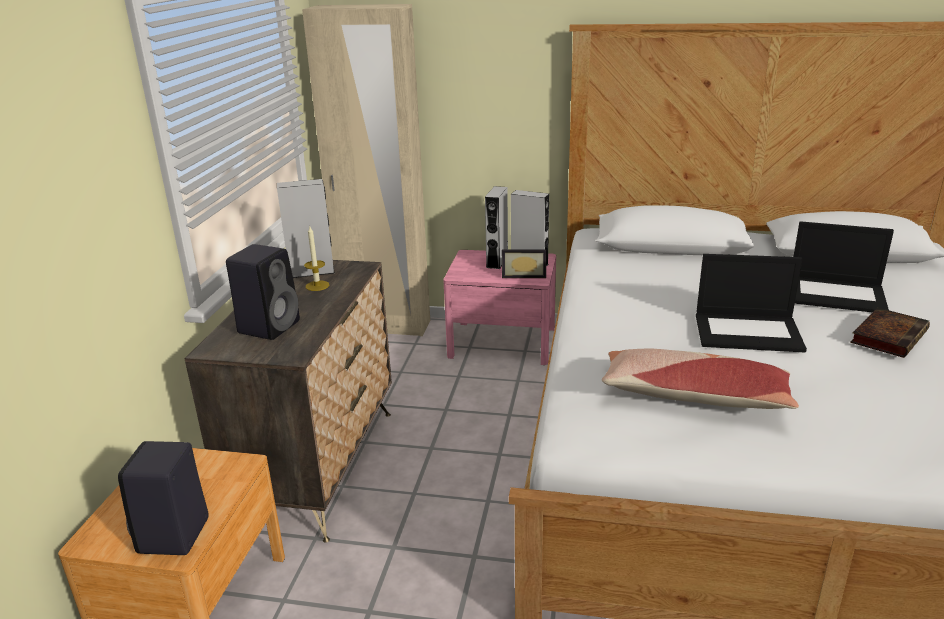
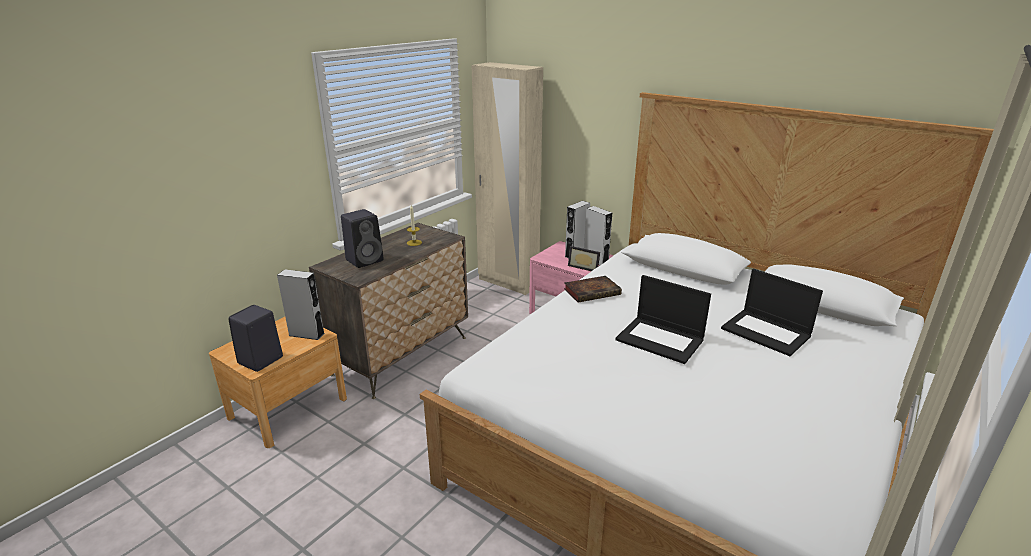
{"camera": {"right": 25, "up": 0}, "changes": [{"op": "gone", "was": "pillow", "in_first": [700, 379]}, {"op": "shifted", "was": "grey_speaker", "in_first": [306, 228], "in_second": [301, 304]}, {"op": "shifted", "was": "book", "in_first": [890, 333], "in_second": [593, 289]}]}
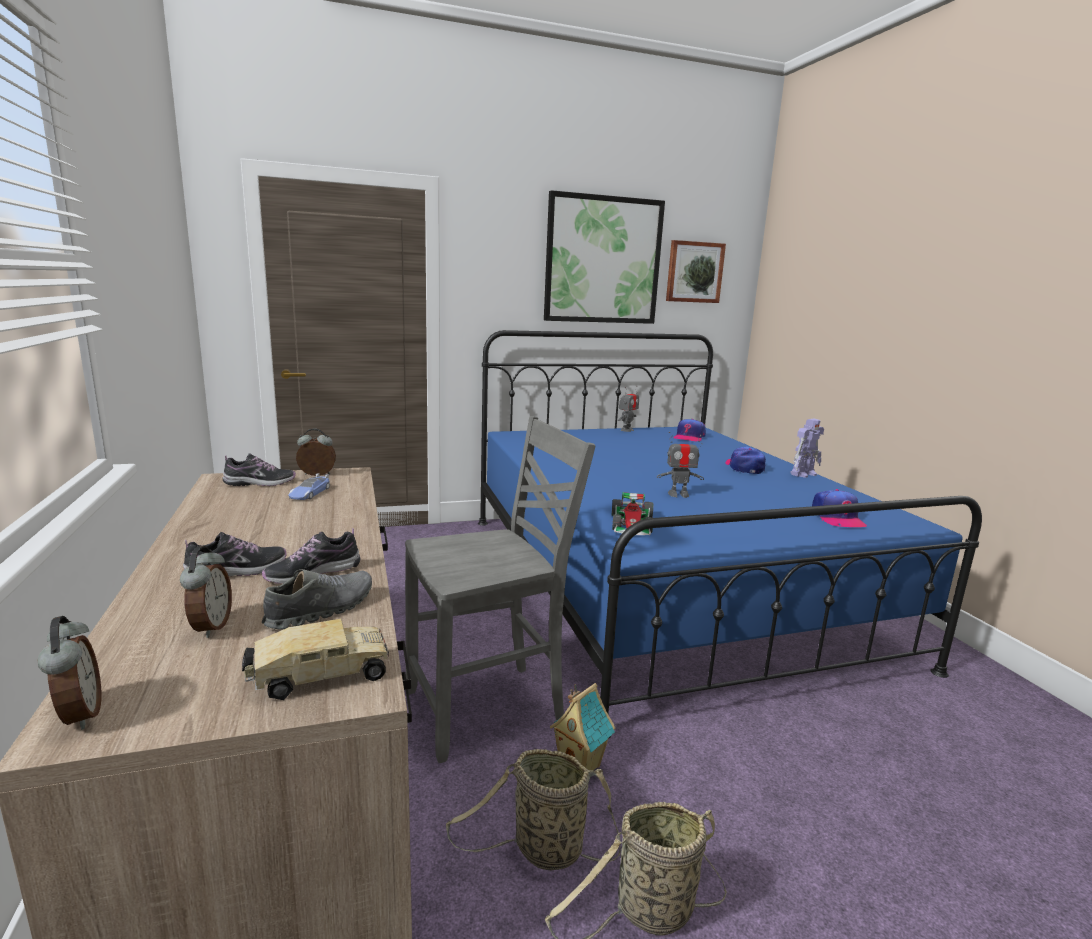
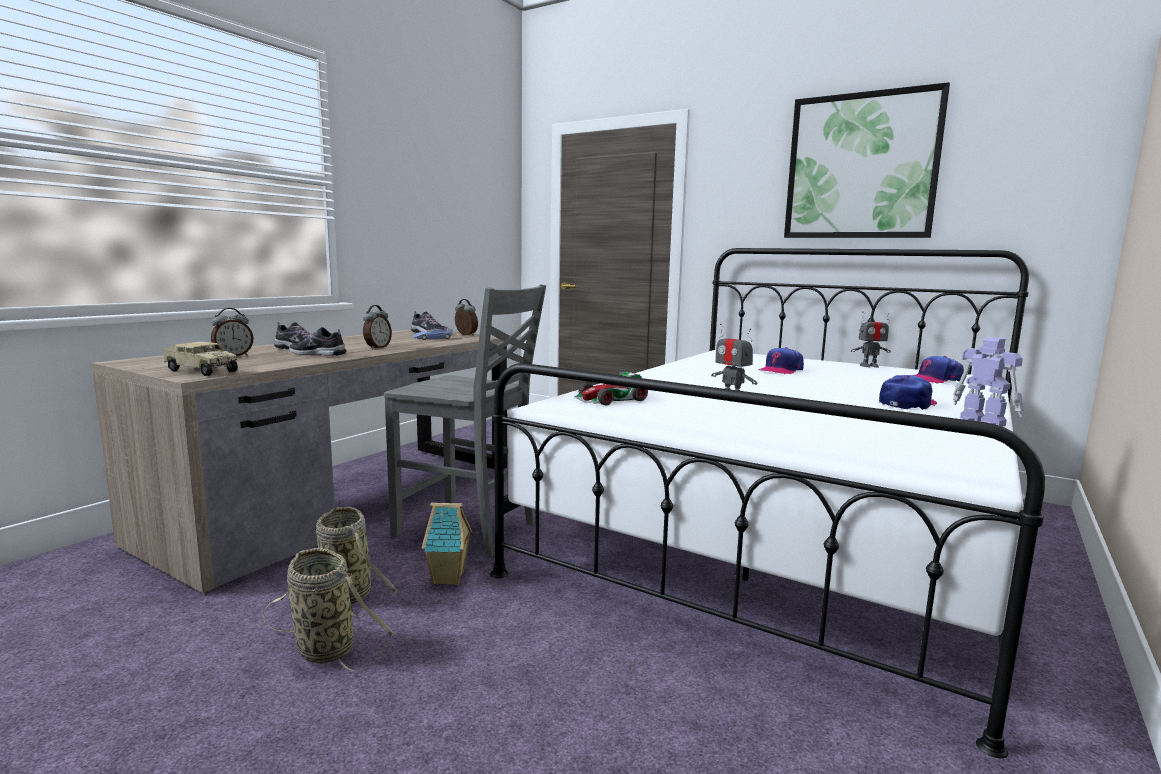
{"camera": {"right": 50, "up": -5}, "changes": [{"op": "gone", "was": "grey_shoe", "in_first": [317, 599]}, {"op": "gone", "was": "picture", "in_first": [696, 271]}, {"op": "shifted", "was": "alarm_clock", "in_first": [69, 673], "in_second": [377, 327]}, {"op": "shifted", "was": "cap", "in_first": [839, 508], "in_second": [781, 360]}, {"op": "repainted", "was": "blue_bed", "now": "white_bed", "in_first": [730, 534], "in_second": [767, 503]}, {"op": "rotated", "was": "toy_robot", "in_first": [807, 448], "in_second": [988, 381], "clockwise": -135}]}
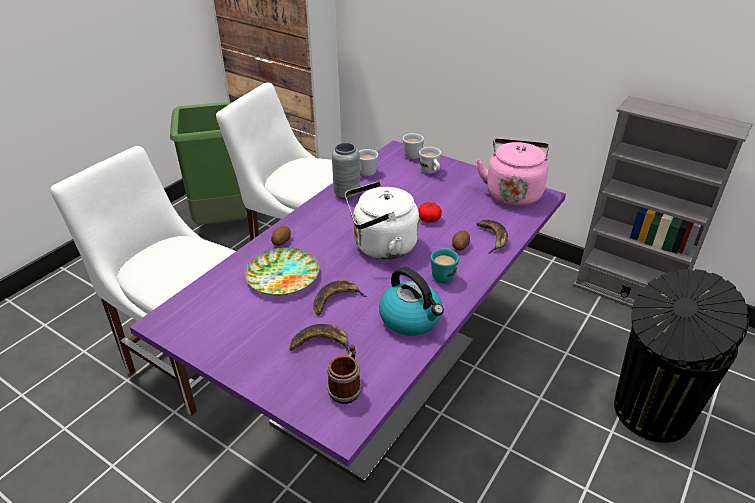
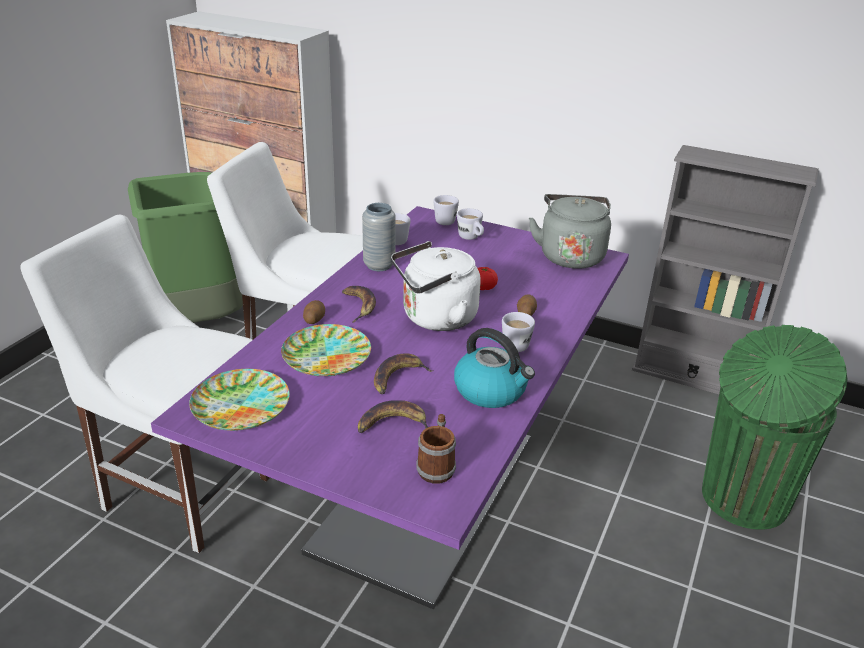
{"camera": {"right": -10, "up": -5}, "changes": [{"op": "new", "now": "plate", "in_second": [239, 400]}, {"op": "shifted", "was": "banana", "in_first": [492, 237], "in_second": [359, 304]}, {"op": "repainted", "was": "turquoise_mug", "now": "white_mug", "in_first": [445, 265], "in_second": [518, 332]}, {"op": "repainted", "was": "pink_kettle", "now": "grey_kettle", "in_first": [512, 172], "in_second": [570, 231]}, {"op": "repainted", "was": "black_trash_can", "now": "green_trash_can", "in_first": [681, 356], "in_second": [774, 427]}]}
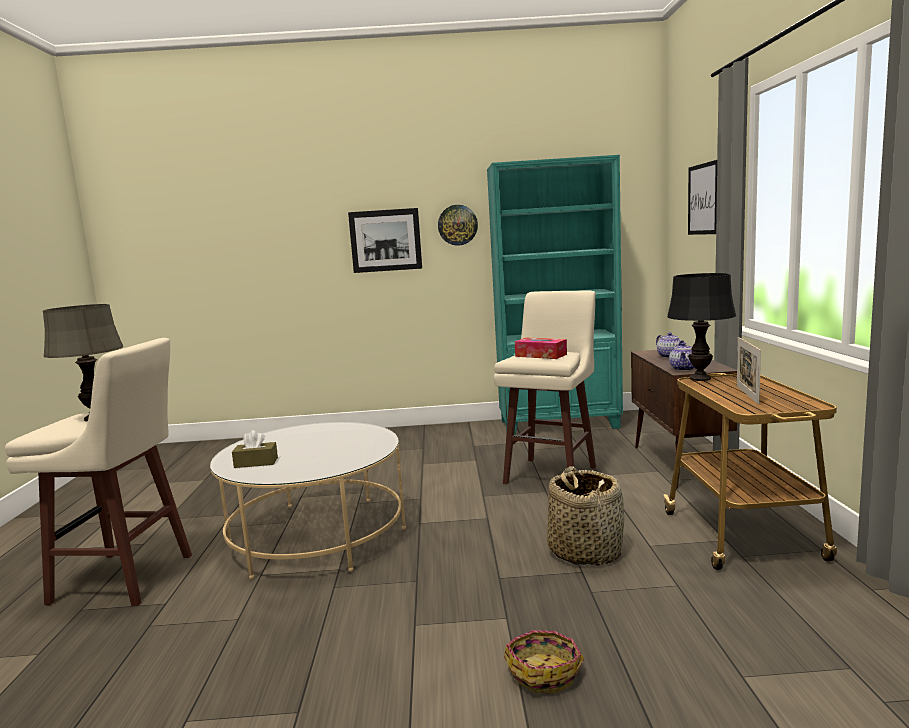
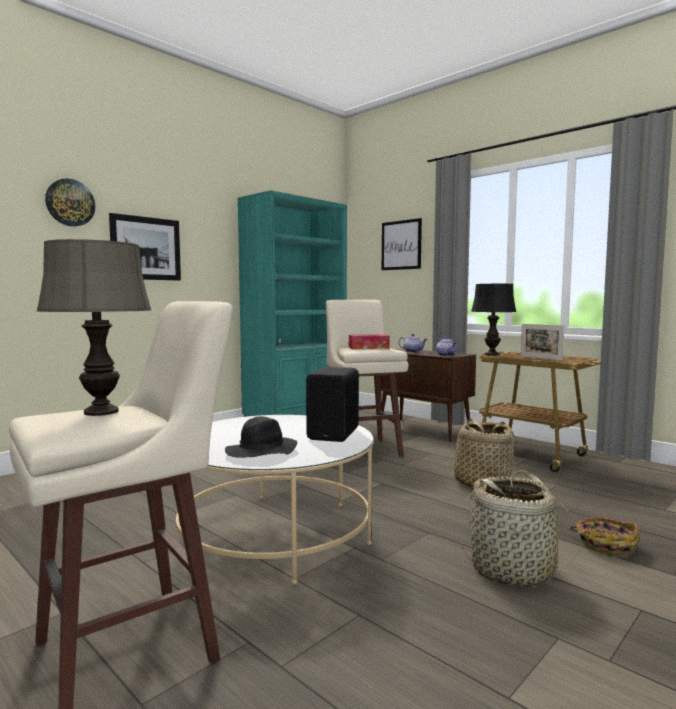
{"camera": {"right": -45, "up": -5}, "changes": [{"op": "new", "now": "black_speaker", "in_second": [332, 404]}, {"op": "new", "now": "basket", "in_second": [520, 528]}, {"op": "shifted", "was": "wall_clock", "in_first": [458, 225], "in_second": [70, 203]}, {"op": "swapped", "was": "brown_tissue_box", "now": "black_hat", "in_first": [255, 449], "in_second": [261, 437]}]}
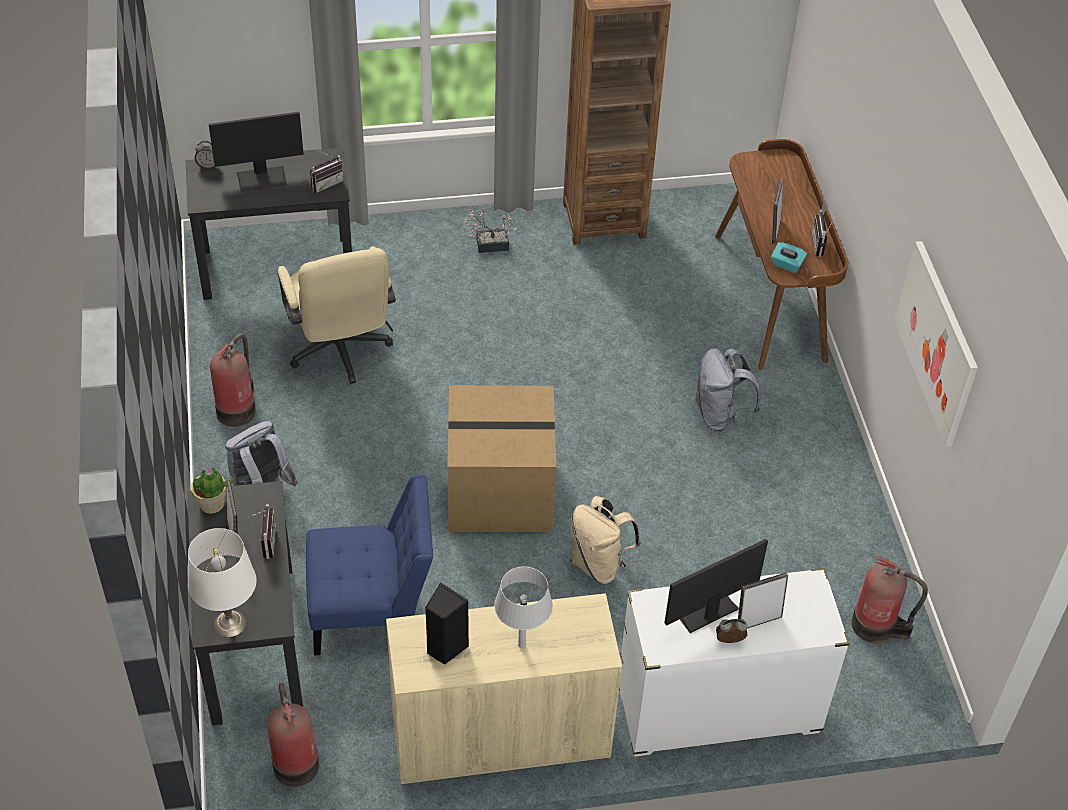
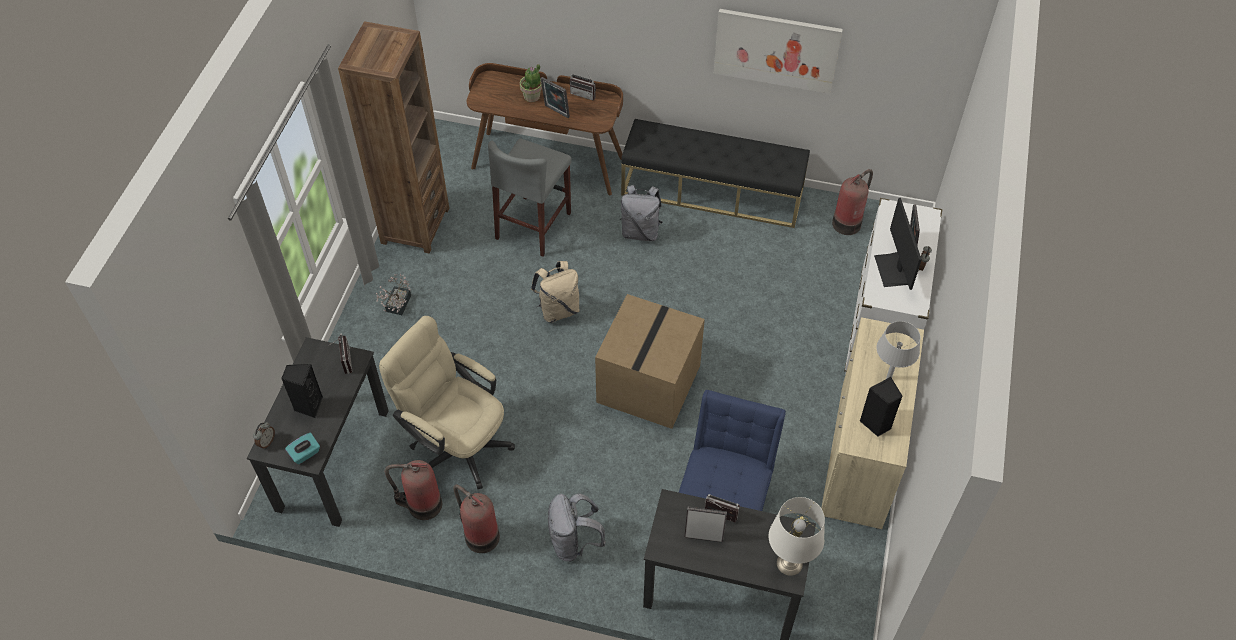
{"camera": {"right": -65, "up": 5}, "changes": [{"op": "new", "now": "grey_stool", "in_second": [530, 198]}, {"op": "new", "now": "black_bench", "in_second": [715, 173]}, {"op": "shifted", "was": "potted_plant", "in_first": [212, 490], "in_second": [531, 83]}, {"op": "shifted", "was": "fire_extinguisher", "in_first": [293, 735], "in_second": [413, 490]}, {"op": "shifted", "was": "beige_backpack", "in_first": [605, 540], "in_second": [555, 292]}, {"op": "shifted", "was": "turquoise_tissue_box", "in_first": [789, 257], "in_second": [302, 448]}, {"op": "swapped", "was": "monitor", "now": "black_speaker", "in_first": [256, 152], "in_second": [302, 391]}, {"op": "rotated", "was": "beige_office_chair", "in_first": [337, 315], "in_second": [447, 402], "clockwise": -150}]}
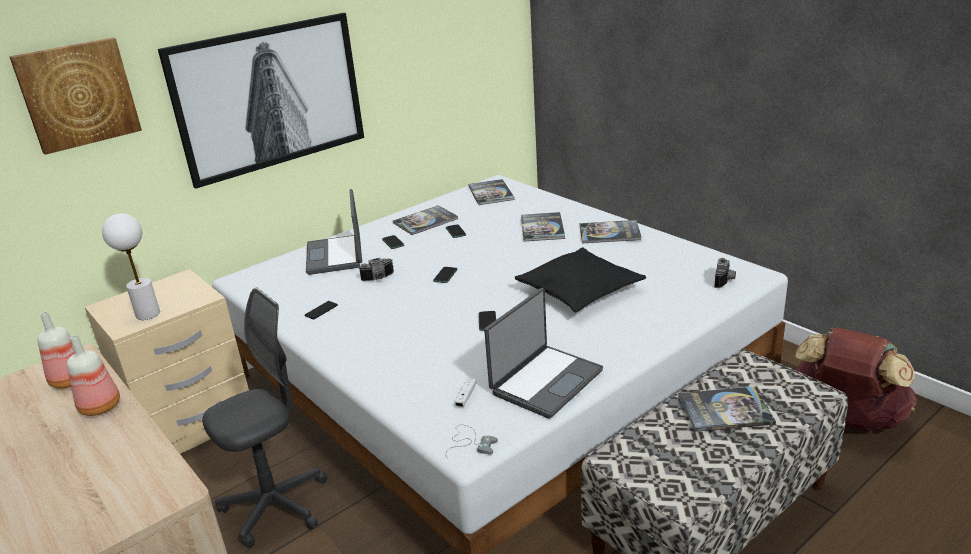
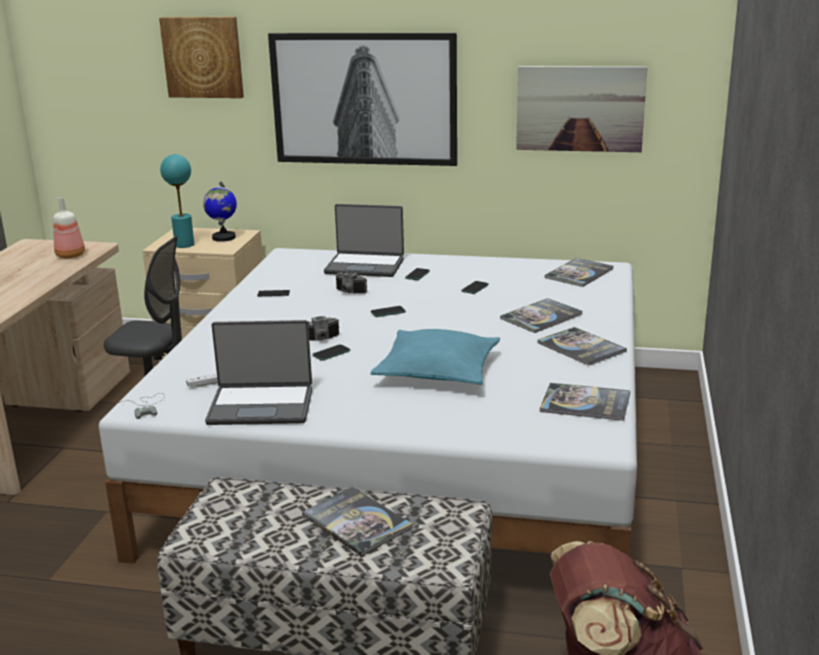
{"camera": {"right": 50, "up": -5}, "changes": [{"op": "gone", "was": "bottle", "in_first": [93, 375]}, {"op": "new", "now": "globe", "in_second": [220, 211]}, {"op": "new", "now": "picture", "in_second": [581, 109]}, {"op": "shifted", "was": "book", "in_first": [425, 220], "in_second": [585, 402]}, {"op": "shifted", "was": "photo_camera", "in_first": [725, 273], "in_second": [323, 328]}, {"op": "repainted", "was": "white_table_lamp", "now": "turquoise_table_lamp", "in_first": [131, 266], "in_second": [177, 201]}, {"op": "repainted", "was": "black_pillow", "now": "turquoise_pillow", "in_first": [580, 280], "in_second": [435, 357]}, {"op": "rotated", "was": "laptop", "in_first": [334, 232], "in_second": [364, 240], "clockwise": -120}]}
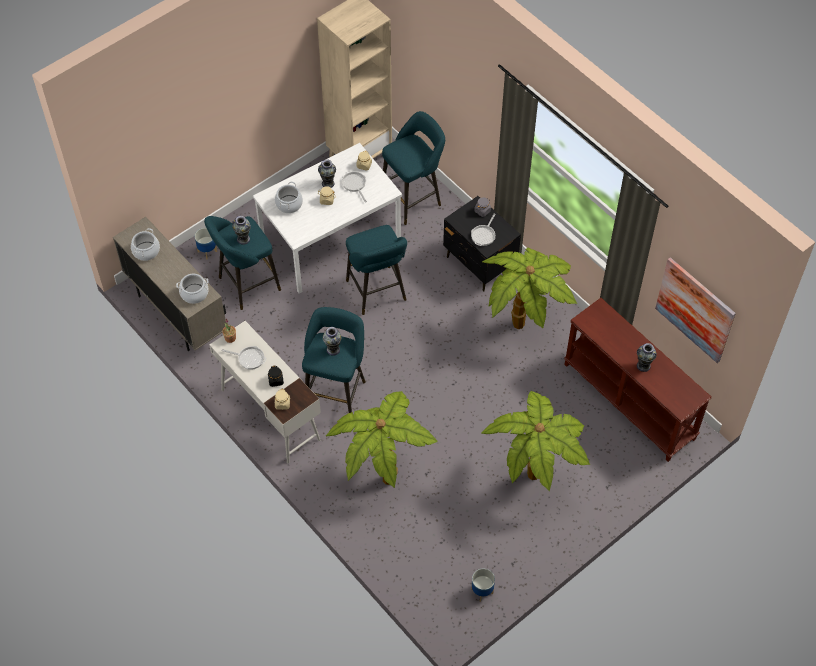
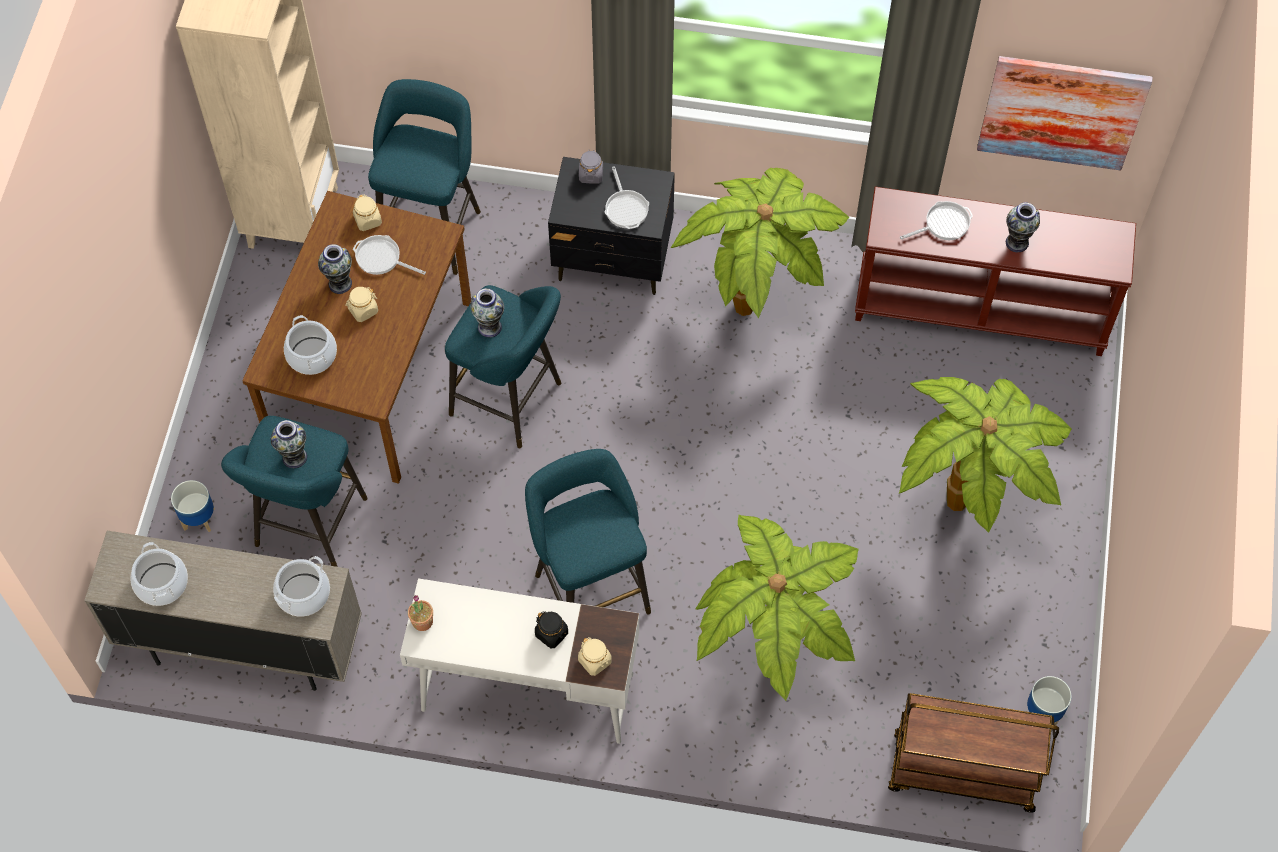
{"camera": {"right": -40, "up": 5}, "changes": [{"op": "new", "now": "brown_cart", "in_second": [973, 753]}, {"op": "shifted", "was": "frying_pan", "in_first": [243, 358], "in_second": [936, 220]}, {"op": "shifted", "was": "vase", "in_first": [332, 341], "in_second": [487, 312]}, {"op": "repainted", "was": "white_dining_table", "now": "brown_dining_table", "in_first": [327, 218], "in_second": [356, 337]}]}
